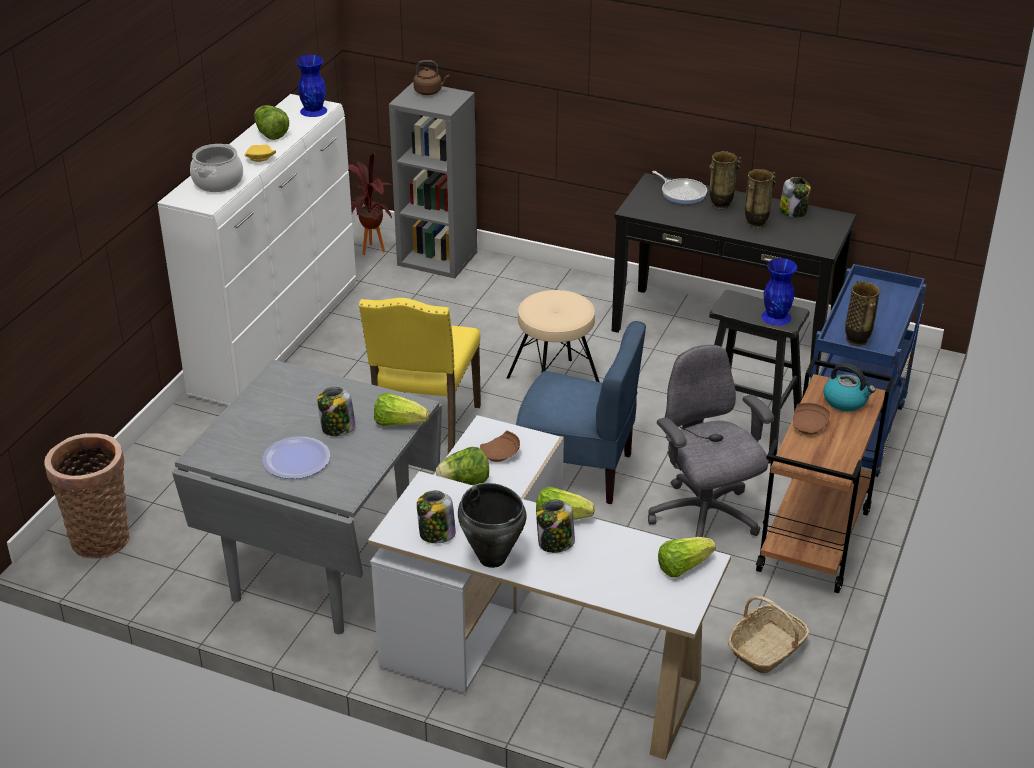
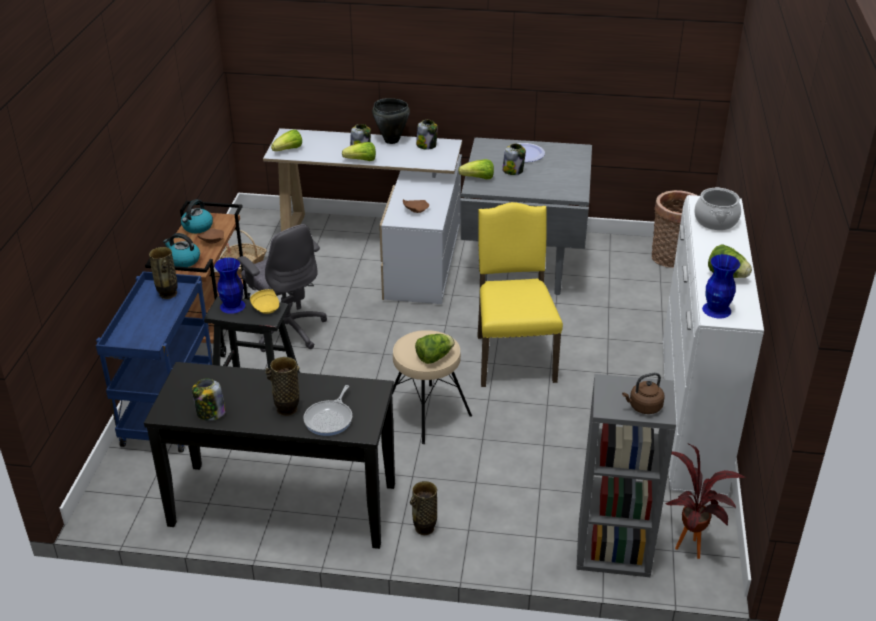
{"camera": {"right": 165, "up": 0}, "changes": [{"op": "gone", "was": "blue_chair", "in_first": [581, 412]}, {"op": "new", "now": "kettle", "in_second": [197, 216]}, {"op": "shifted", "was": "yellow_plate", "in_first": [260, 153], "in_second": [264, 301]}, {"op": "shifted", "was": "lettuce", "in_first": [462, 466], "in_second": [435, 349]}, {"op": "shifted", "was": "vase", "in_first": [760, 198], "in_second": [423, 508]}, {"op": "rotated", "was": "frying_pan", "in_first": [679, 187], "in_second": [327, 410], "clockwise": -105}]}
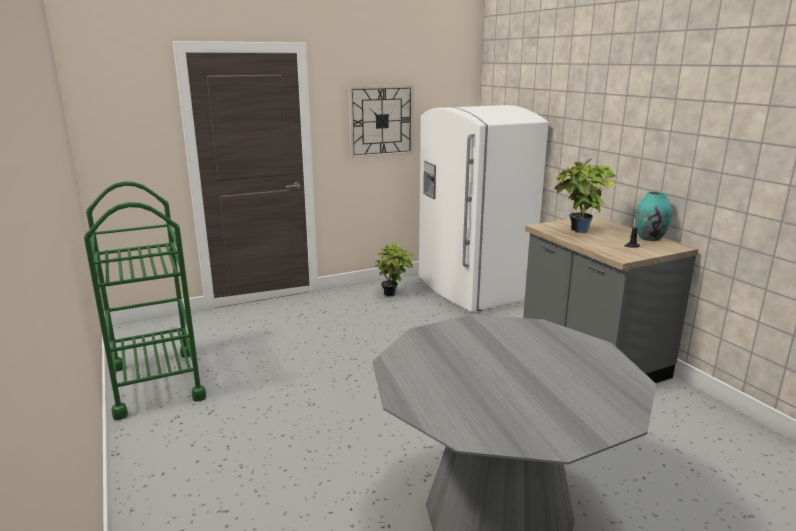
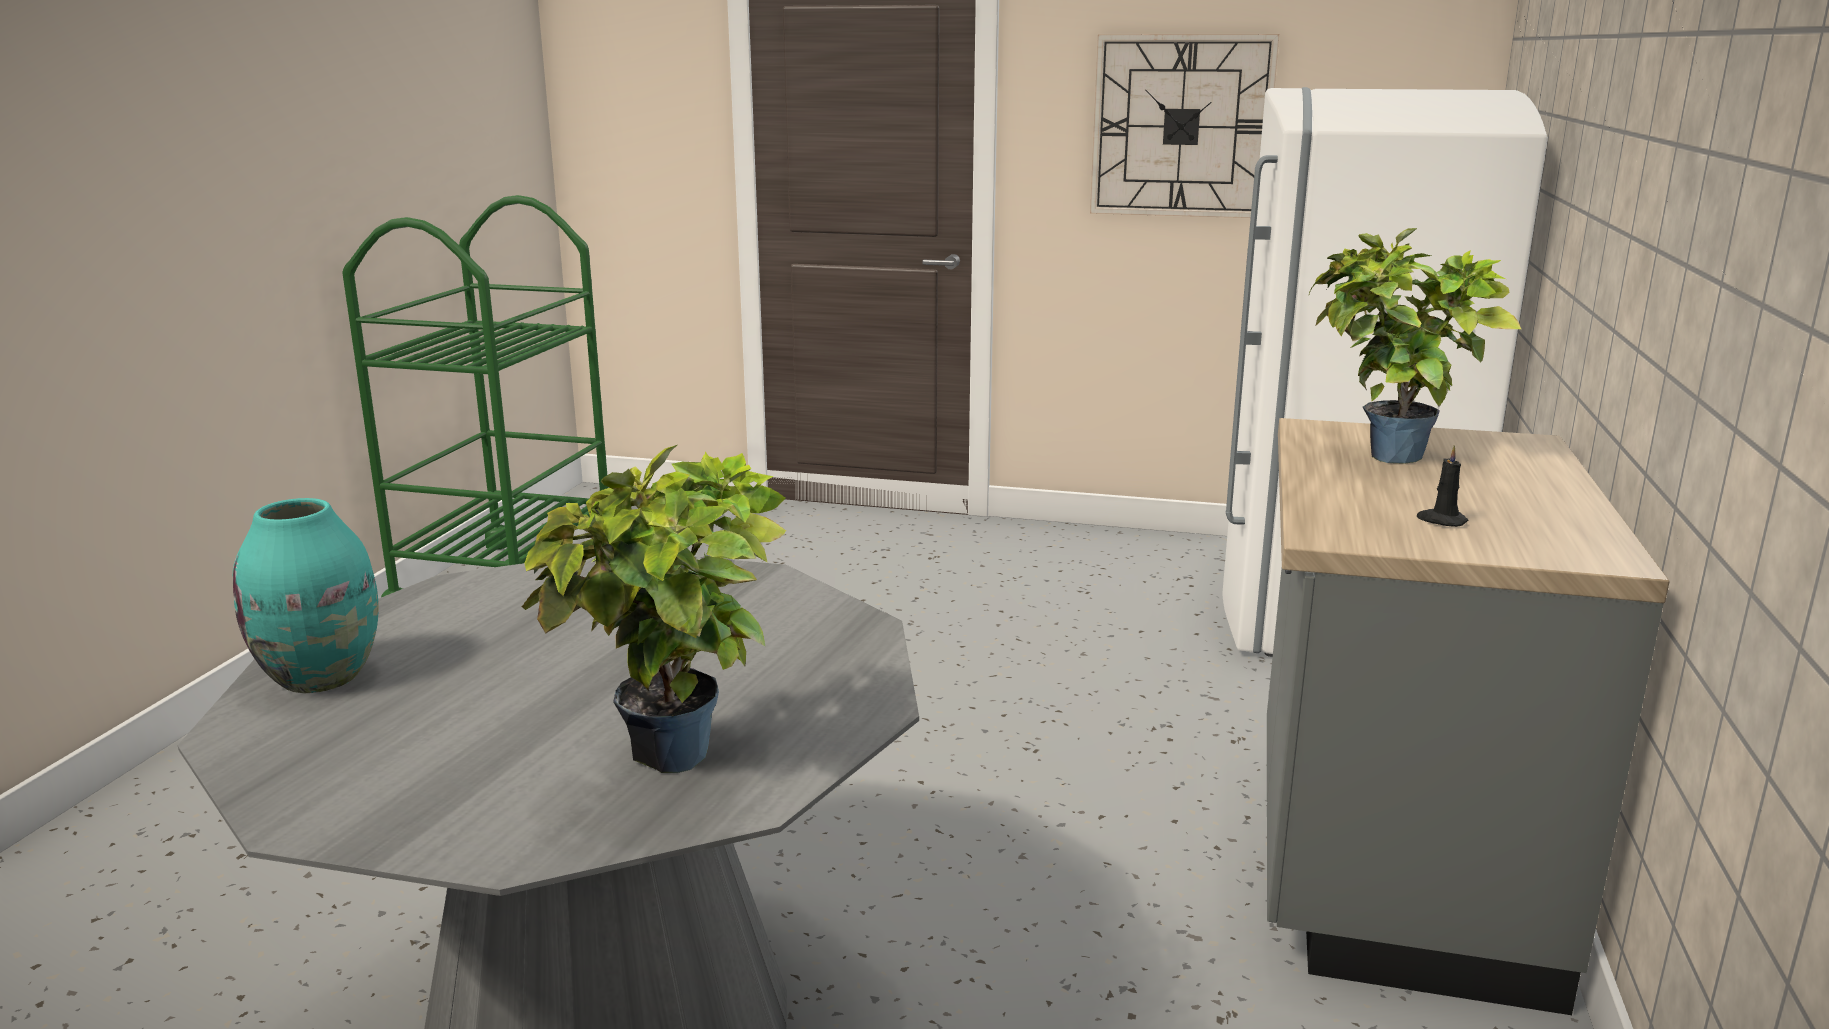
{"camera": {"right": 40, "up": 0}, "changes": [{"op": "shifted", "was": "potted_plant", "in_first": [395, 269], "in_second": [654, 609]}, {"op": "shifted", "was": "turquoise_vase", "in_first": [653, 216], "in_second": [306, 595]}]}
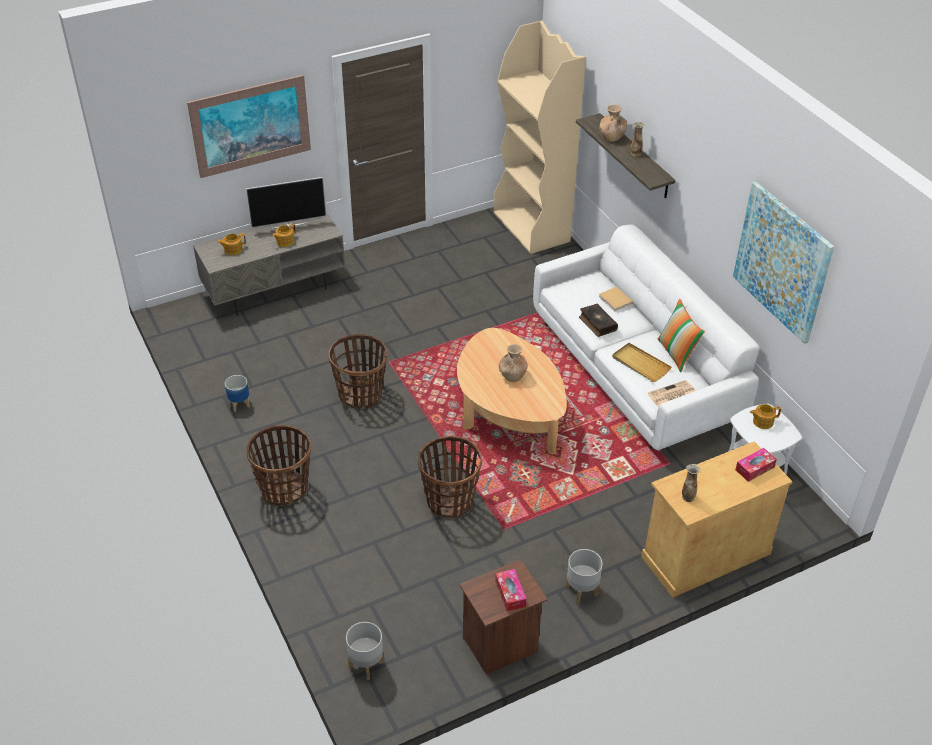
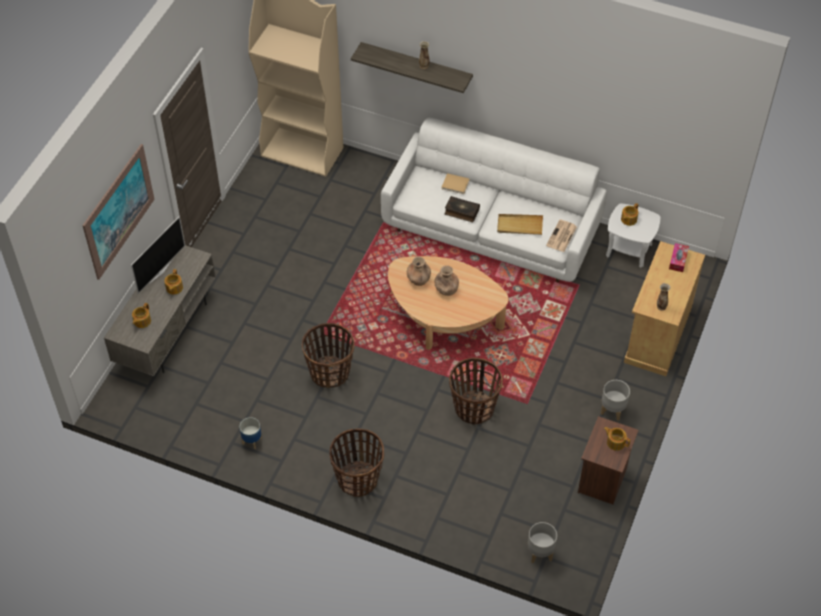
{"camera": {"right": -40, "up": 10}, "changes": [{"op": "gone", "was": "pillow", "in_first": [681, 335]}, {"op": "gone", "was": "picture", "in_first": [783, 263]}, {"op": "shifted", "was": "brown_vase", "in_first": [613, 123], "in_second": [419, 271]}, {"op": "swapped", "was": "tissue_box", "now": "teapot", "in_first": [510, 590], "in_second": [617, 439]}]}
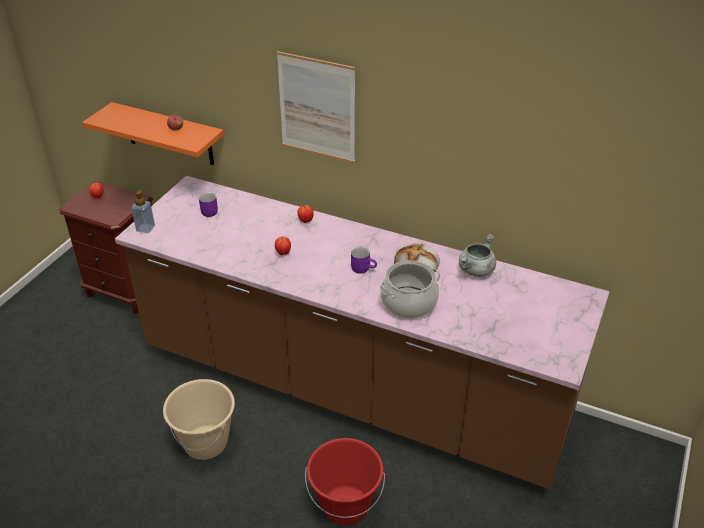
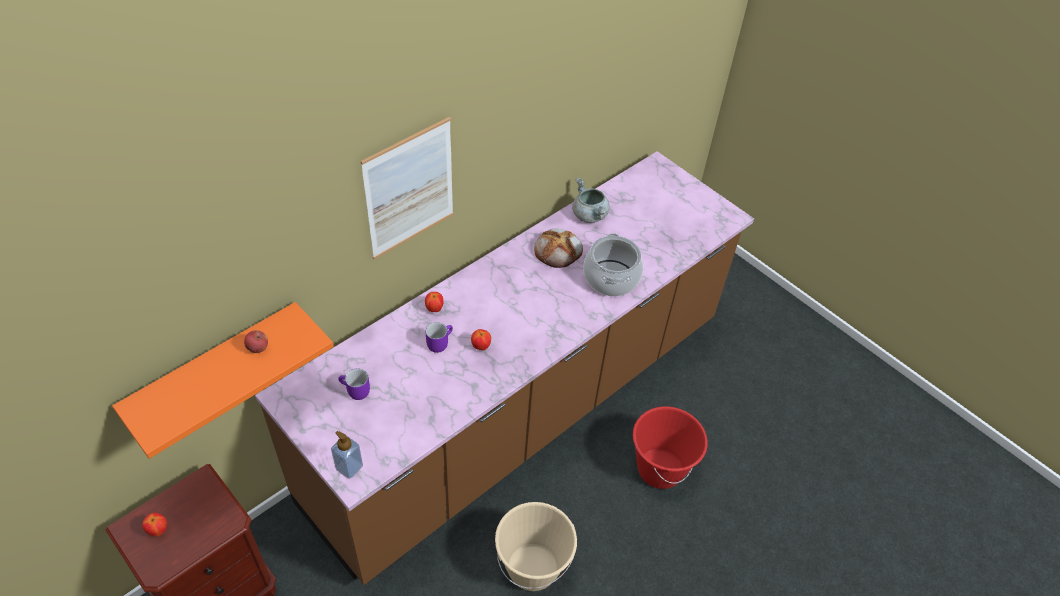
{"camera": {"right": -70, "up": 10}, "changes": [{"op": "shifted", "was": "purple_mug", "in_first": [364, 260], "in_second": [439, 337]}]}
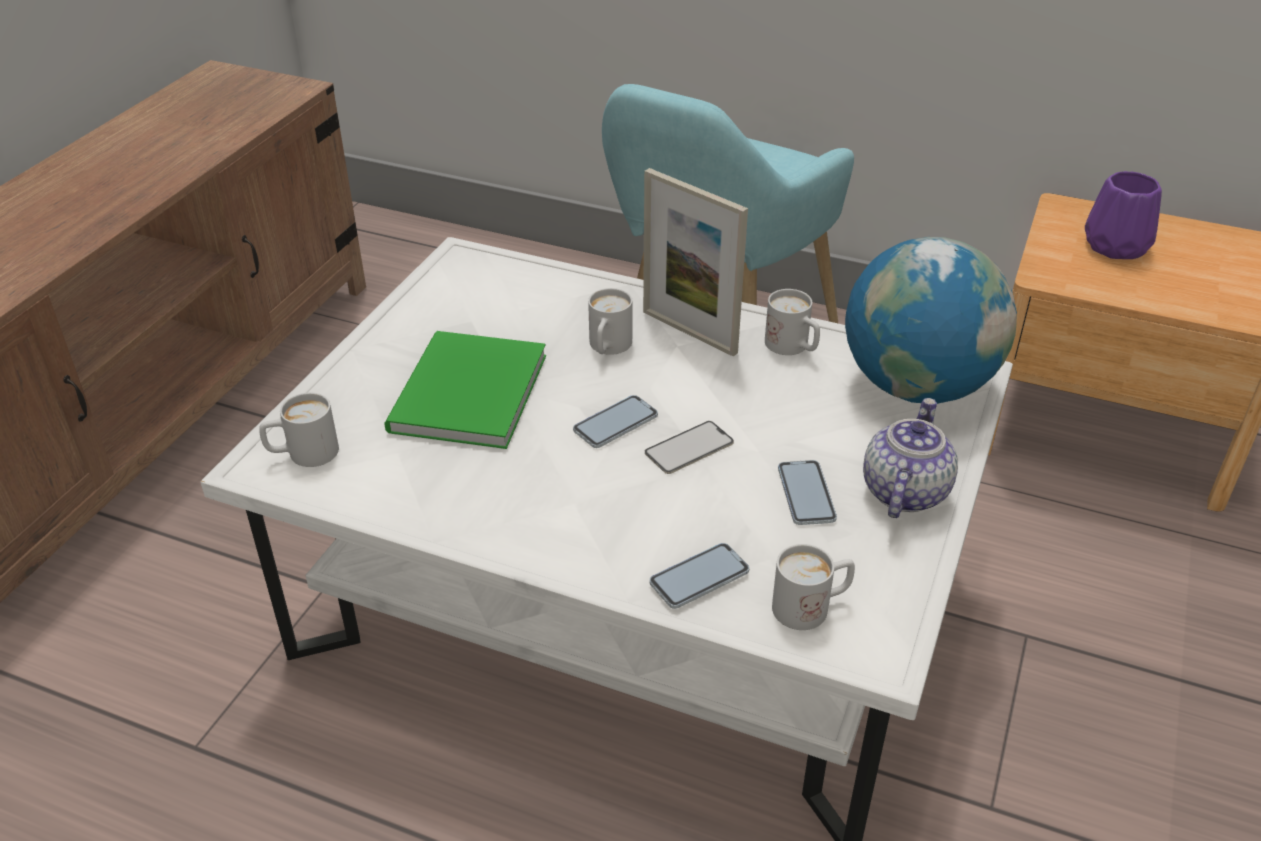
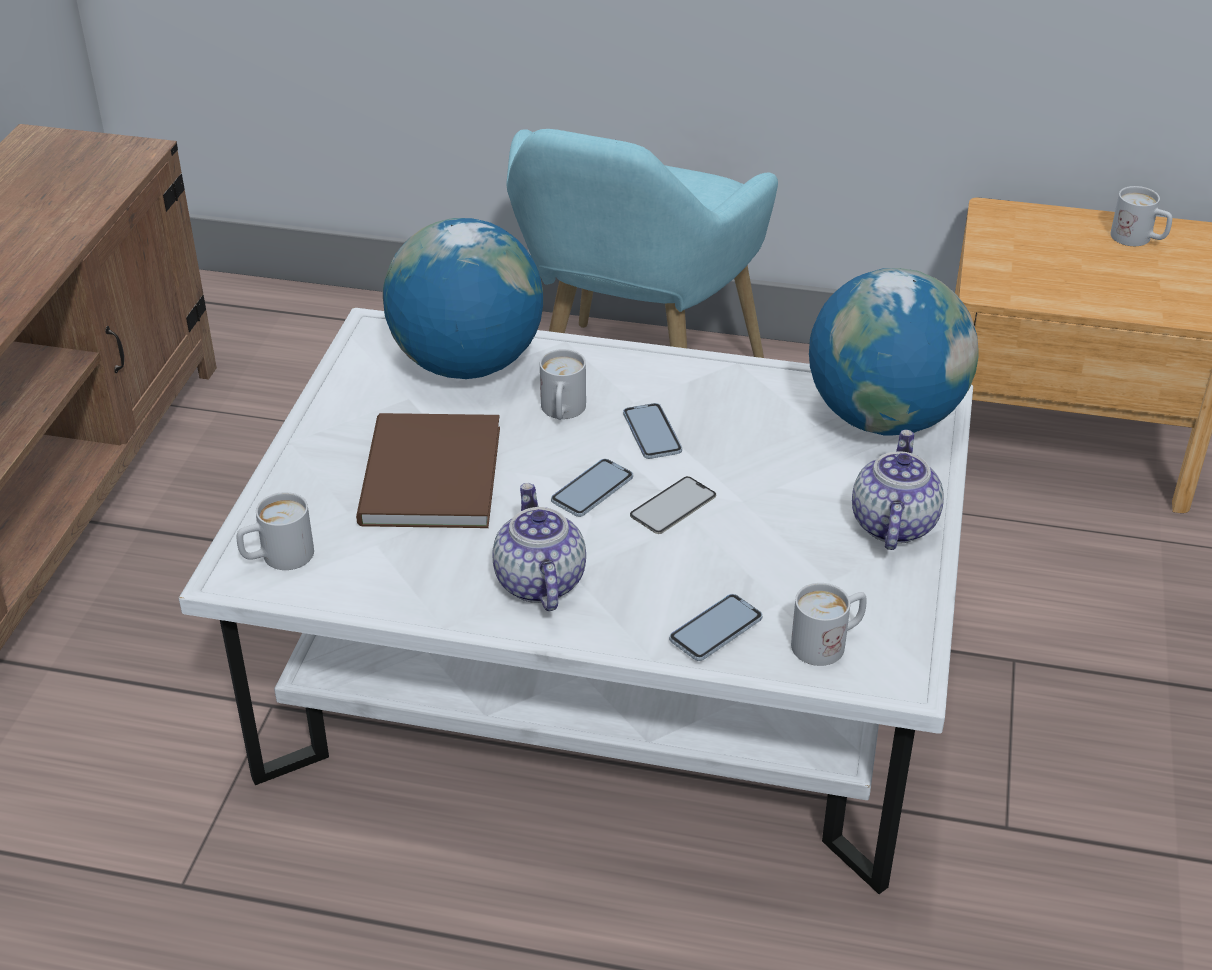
{"camera": {"right": -10, "up": 0}, "changes": [{"op": "gone", "was": "picture_frame", "in_first": [695, 262]}, {"op": "gone", "was": "purple_vase", "in_first": [1123, 215]}, {"op": "new", "now": "globe", "in_second": [463, 298]}, {"op": "new", "now": "teapot", "in_second": [539, 547]}, {"op": "shifted", "was": "white_mug", "in_first": [792, 322], "in_second": [1141, 216]}, {"op": "shifted", "was": "phone", "in_first": [807, 492], "in_second": [652, 431]}, {"op": "repainted", "was": "green_book", "now": "brown_book", "in_first": [465, 390], "in_second": [428, 470]}]}
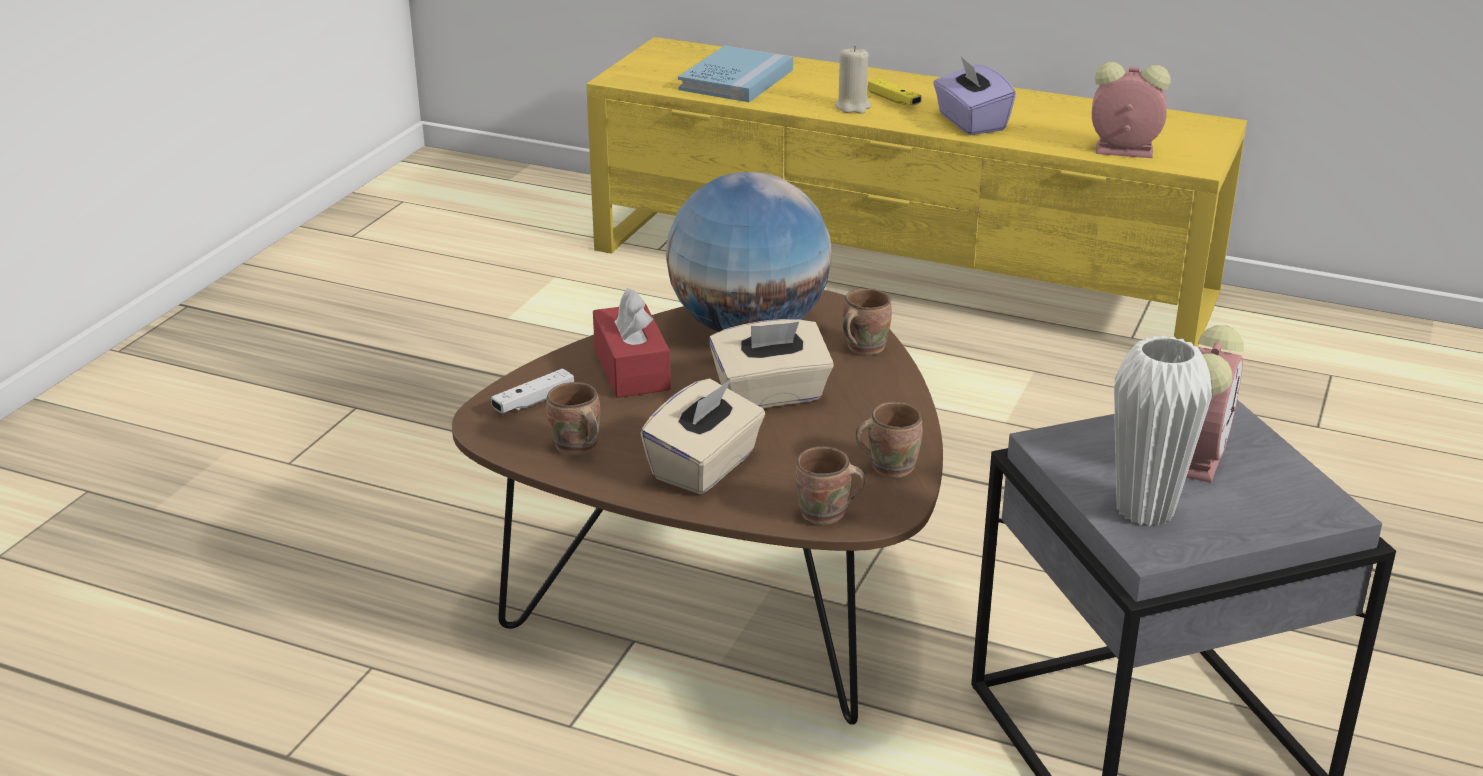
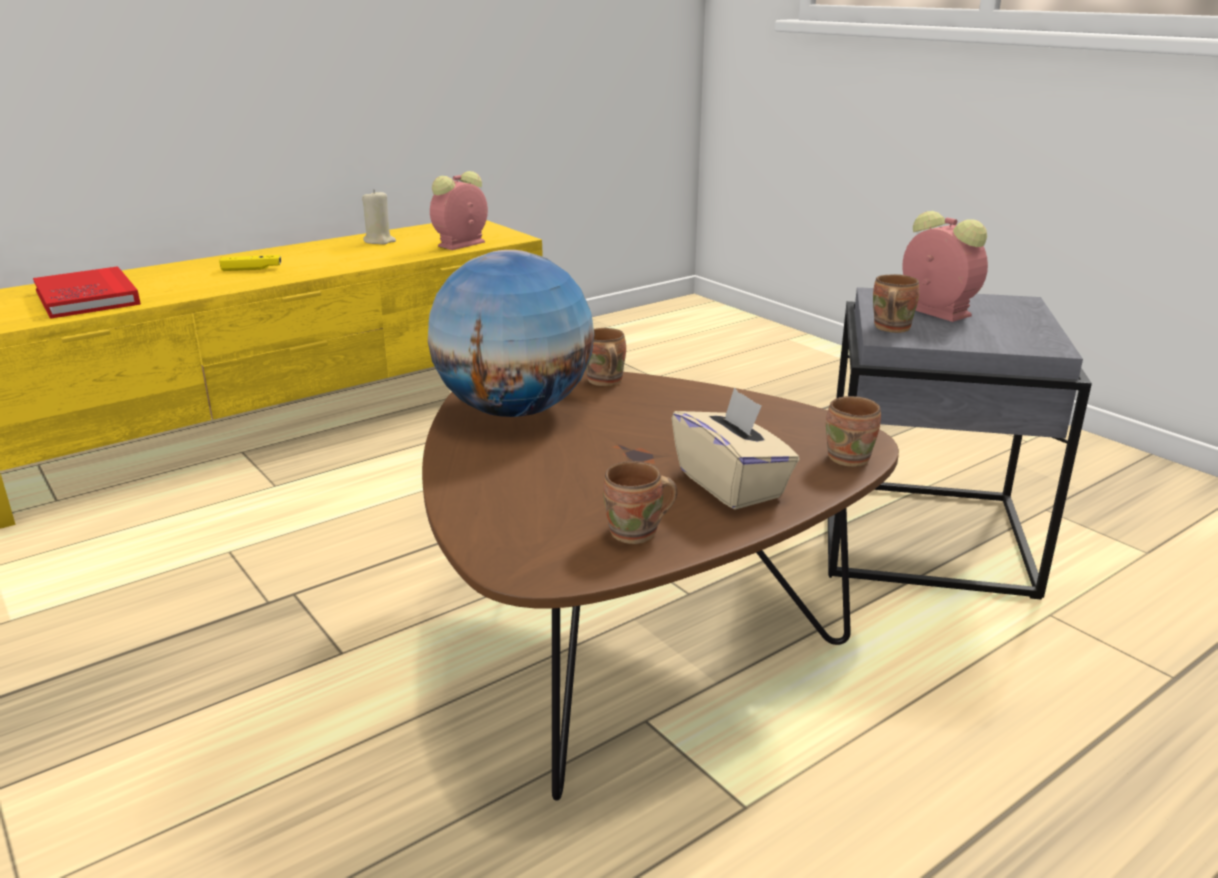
{"camera": {"right": -60, "up": -5}, "changes": [{"op": "gone", "was": "white_game_controller", "in_first": [532, 391]}, {"op": "gone", "was": "red_tissue_box", "in_first": [632, 343]}, {"op": "gone", "was": "beige_tissue_box", "in_first": [771, 363]}, {"op": "gone", "was": "purple_tissue_box", "in_first": [974, 95]}, {"op": "gone", "was": "white_vase", "in_first": [1163, 430]}, {"op": "shifted", "was": "beige_candle", "in_first": [853, 80], "in_second": [379, 217]}, {"op": "shifted", "was": "brown_mug", "in_first": [889, 440], "in_second": [896, 303]}, {"op": "repainted", "was": "blue_book", "now": "red_book", "in_first": [735, 74], "in_second": [87, 292]}]}
